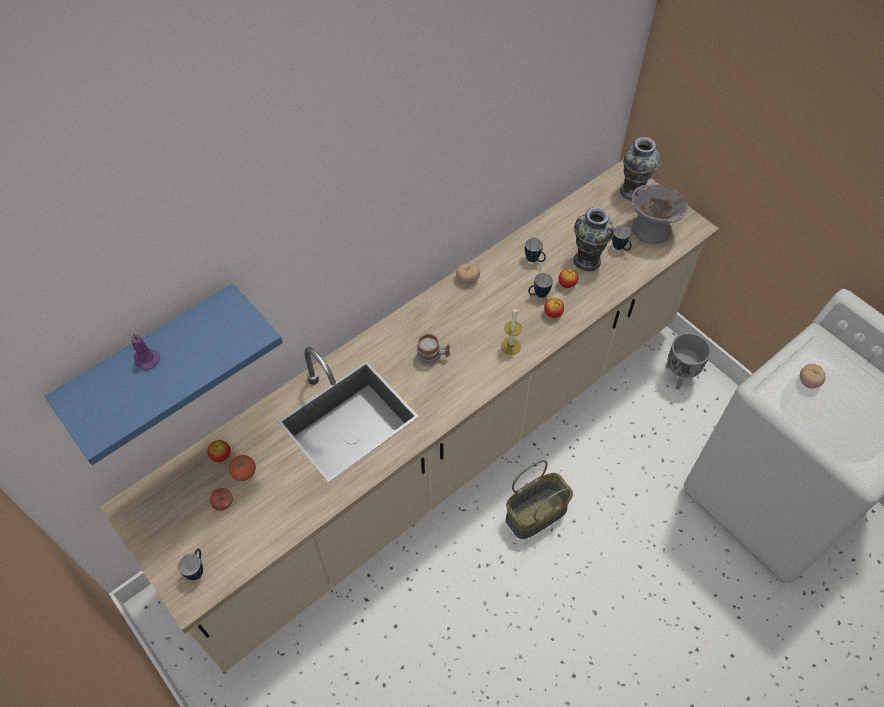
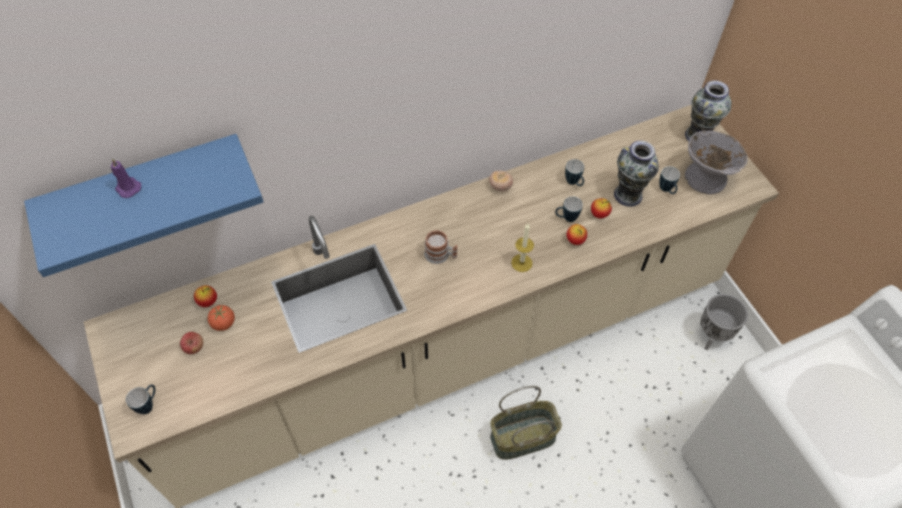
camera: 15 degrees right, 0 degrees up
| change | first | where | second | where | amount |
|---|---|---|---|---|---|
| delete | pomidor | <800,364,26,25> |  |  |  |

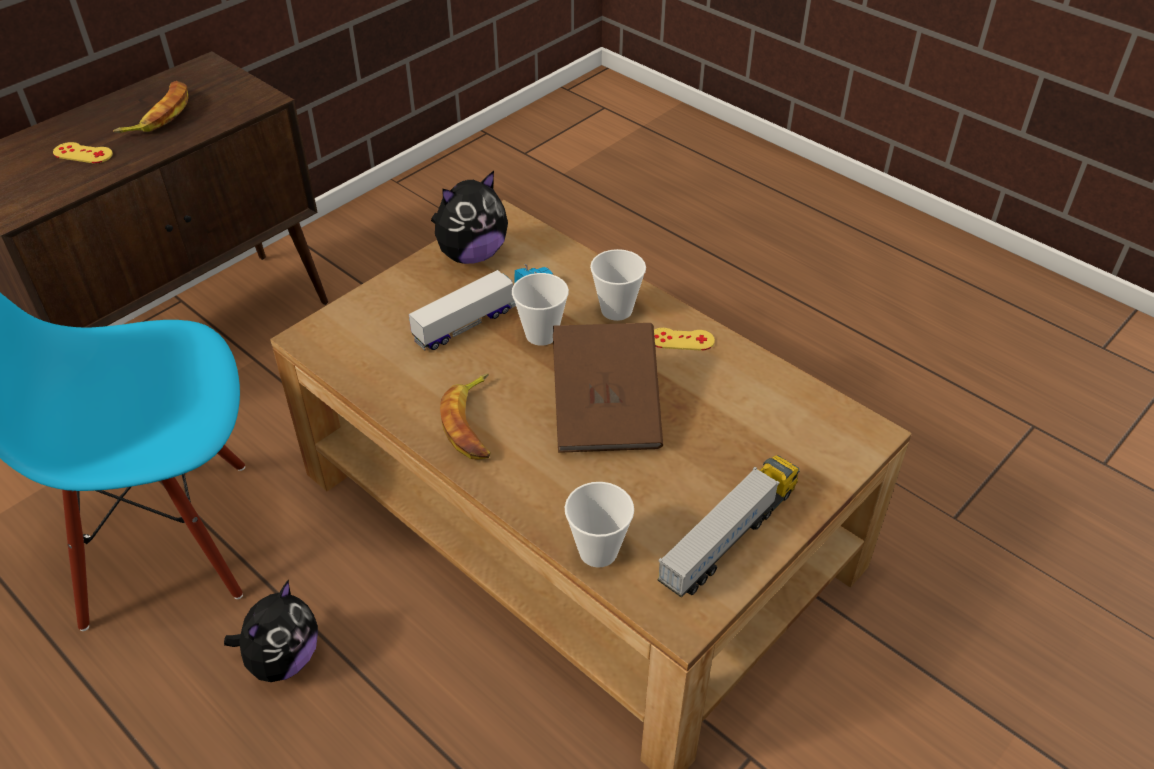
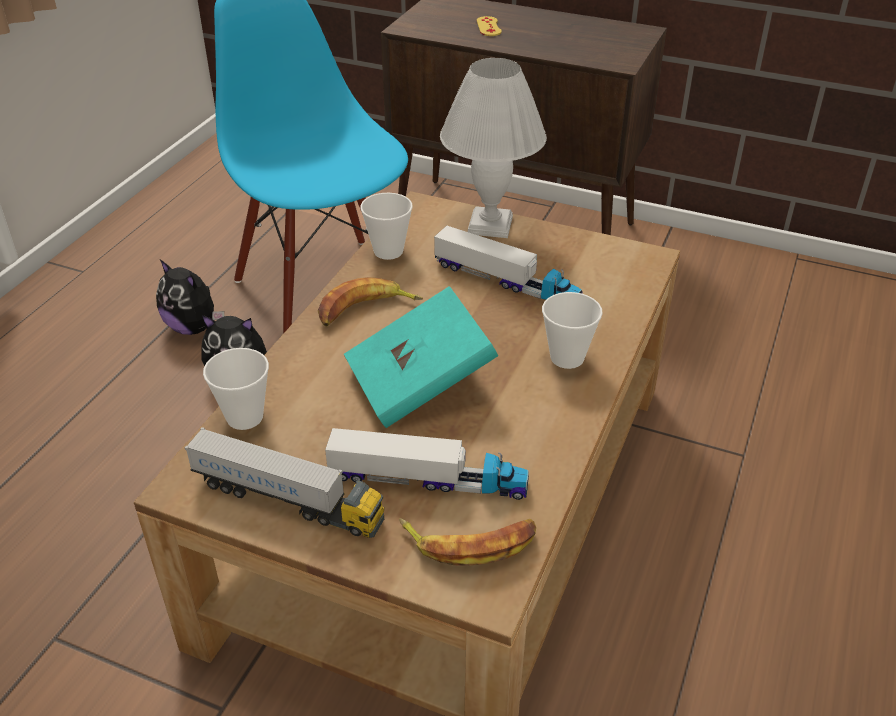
camera: 70 degrees right, 5 degrees down
| change | first | where | second | where | amount |
|---|---|---|---|---|---|
| delete | pad do gier [żółty] | <654,328,61,23> |  |  |  |
| insert |  |  | ciężarówka zabawkowa | <325,428,204,72> |  |
| insert |  |  | lampa stołowa [biały] | <440,58,107,180> |  |
| move | banan | <113,81,76,52> |  | <399,518,137,48> |  |
| move | pluszak | <431,171,77,93> |  | <156,260,68,75> |  |
| move | filiżanka | <512,273,57,73> |  | <360,193,53,67> |  |
| recolor | książka [brązowy] | <553,323,110,130> | książka [turkusowy] | <344,286,154,142> |  |

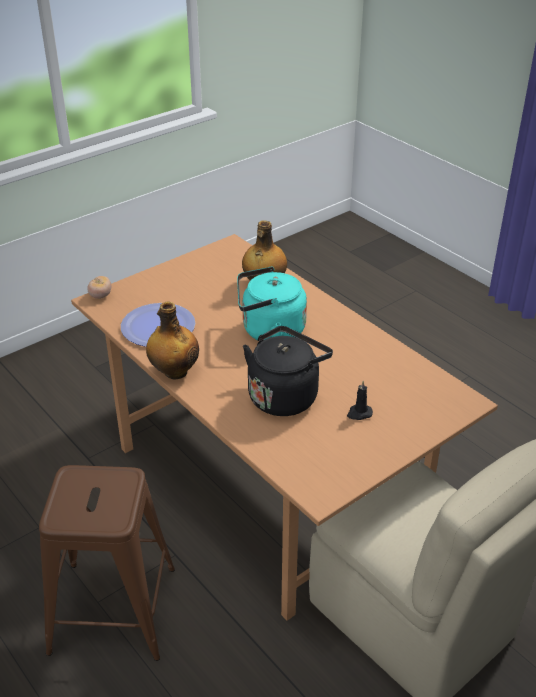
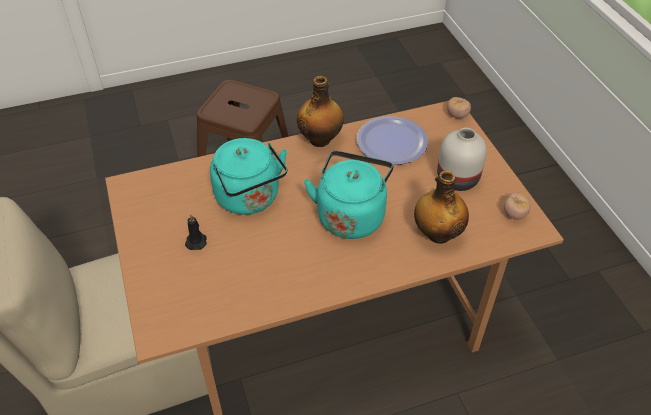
camera: 110 degrees right, 10 degrees up
| change | first | where | second | where | amount |
|---|---|---|---|---|---|
| insert |  |  | wazon [biały] | <437,128,50,63> |  |
| insert |  |  | pomidor | <504,192,26,28> |  |
| recolor | czajnik [czarny] | <243,326,90,90> | czajnik [turkusowy] | <210,138,77,77> |  |

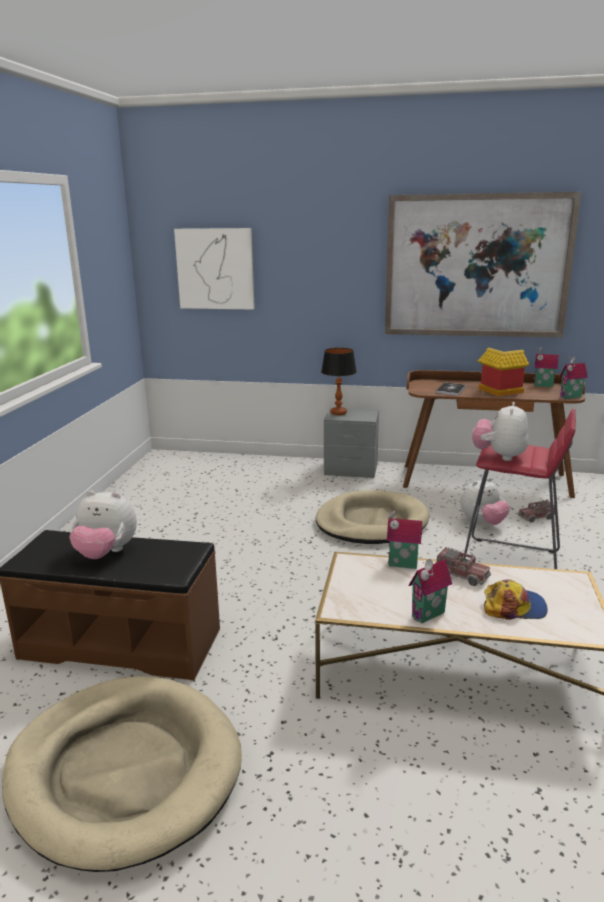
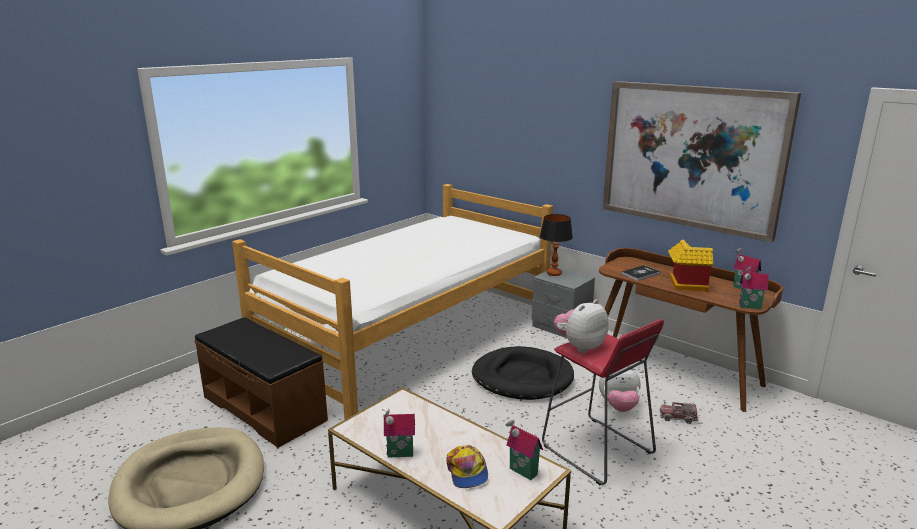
camera: 30 degrees right, 0 degrees up
| change | first | where | second | where | amount |
|---|---|---|---|---|---|
| delete | pluszak | <69,490,68,69> |  |  |  |
| delete | obraz | <174,228,81,81> |  |  |  |
| delete | ciężarówka zabawkowa | <436,547,55,39> |  |  |  |
| insert |  |  | łóżko | <232,184,321,235> |  |
| move | domek | <387,510,35,59> |  | <506,418,37,62> |  |
| recolor | legowisko [beżowy] | <316,490,113,54> | legowisko [czarny] | <472,346,102,54> |  |
| rotate | czapka z daszkiem | <484,580,64,40> |  | <447,445,41,43> | 45 degrees clockwise |

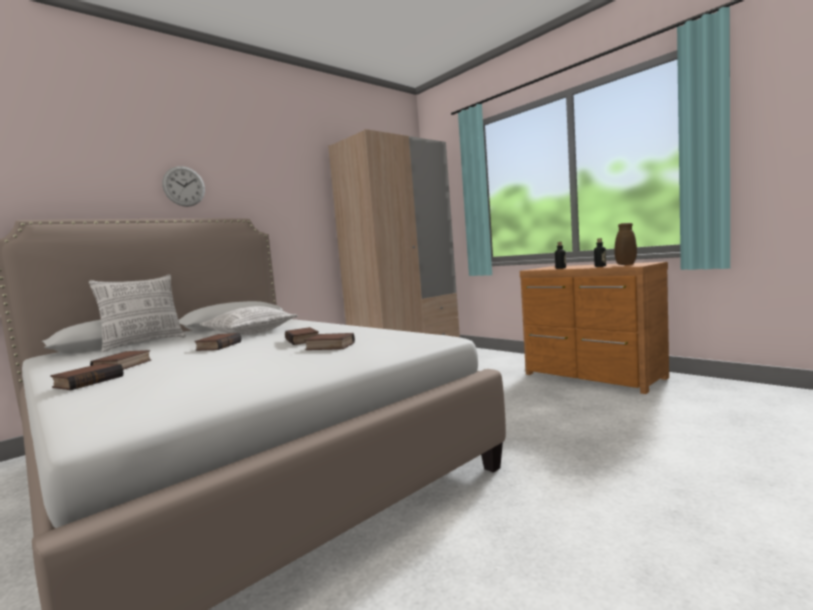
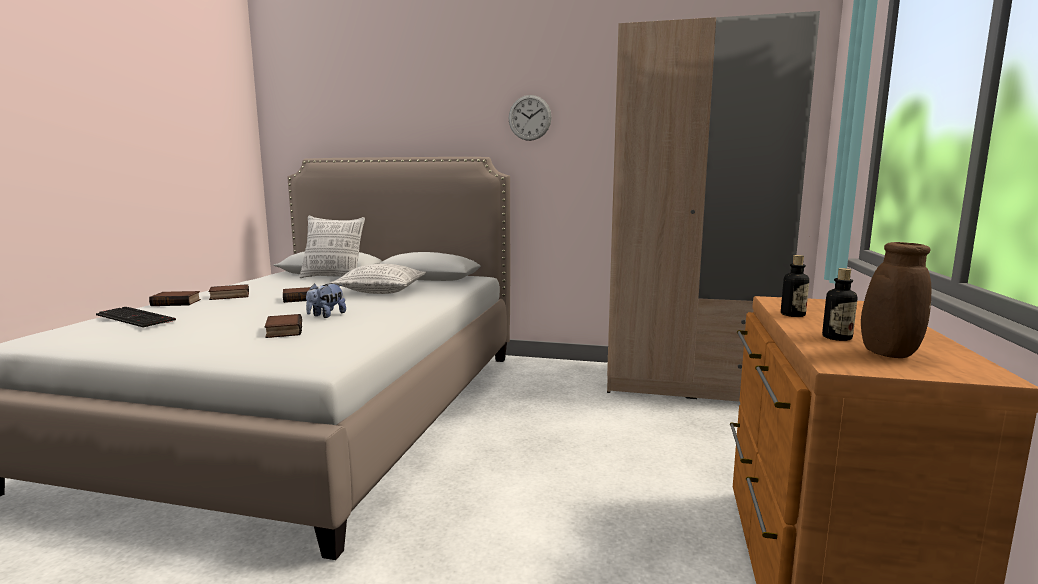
camera: 55 degrees right, 5 degrees up
| change | first | where | second | where | amount |
|---|---|---|---|---|---|
| insert |  |  | klawiatura | <96,307,80,20> |  |
| move | zegar ścienny | <162,166,43,41> |  | <508,95,44,46> |  |
| replace | książka | <285,327,34,18> | pluszak | <306,283,40,35> |  |

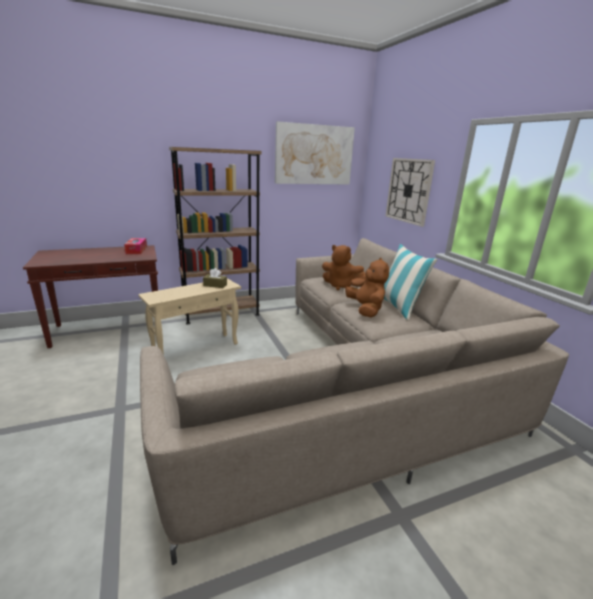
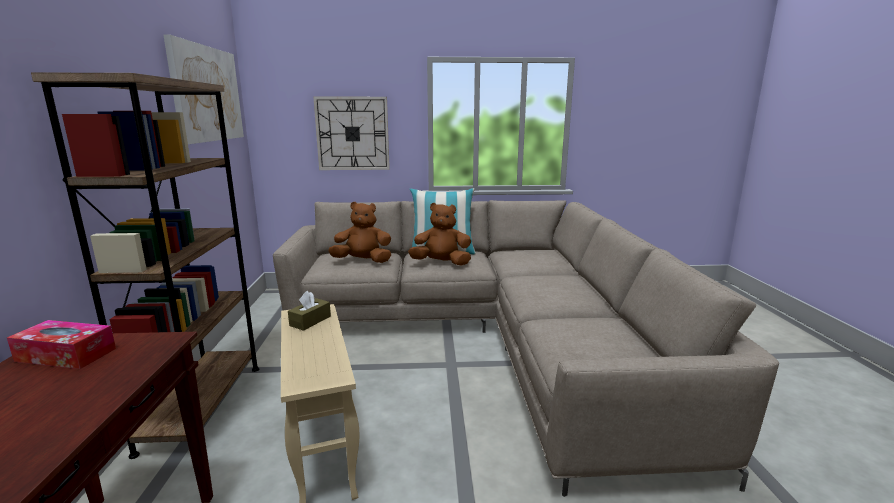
camera: 70 degrees left, 5 degrees down
| change | first | where | second | where | amount |
|---|---|---|---|---|---|
| rotate | pluszak [brązowy] | <322,245,45,45> |  | <328,202,63,61> | 135 degrees counterclockwise |

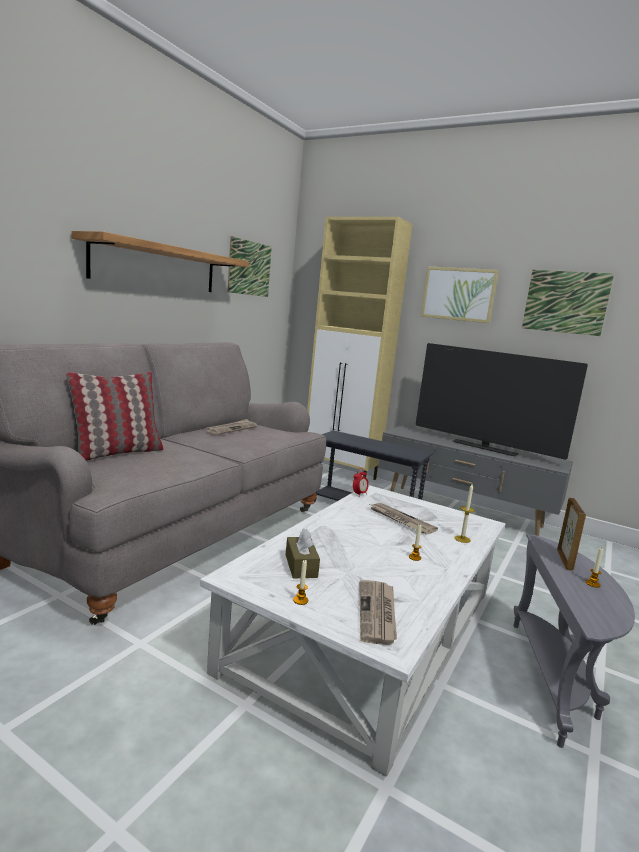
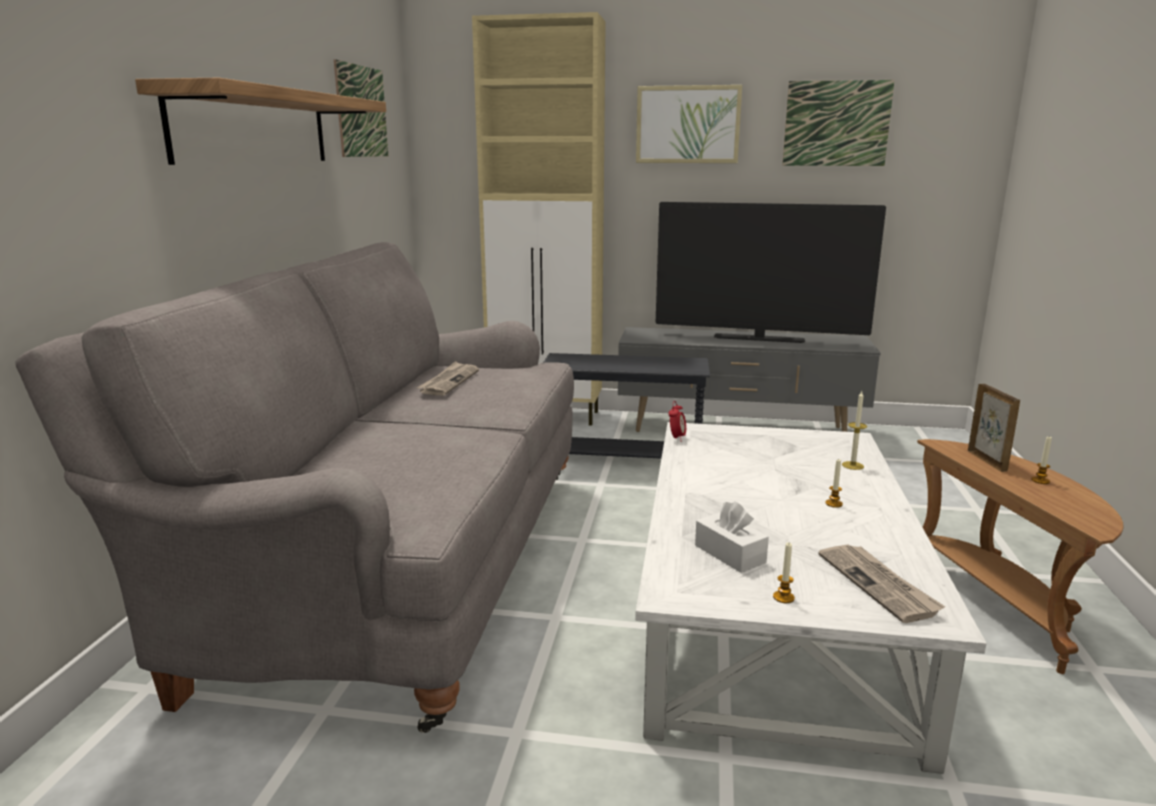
camera: 20 degrees left, 5 degrees up
| change | first | where | second | where | amount |
|---|---|---|---|---|---|
| delete | poduszka | <66,372,97,89> |  |  |  |
| delete | gazeta | <371,503,67,32> |  |  |  |
| recolor | pudełko chusteczek [brązowy] | <286,528,34,51> | pudełko chusteczek [biały] | <695,501,74,72> |  |
| recolor | stolik [szary] | <513,534,122,214> | stolik [brązowy] | <917,439,206,235> |  |

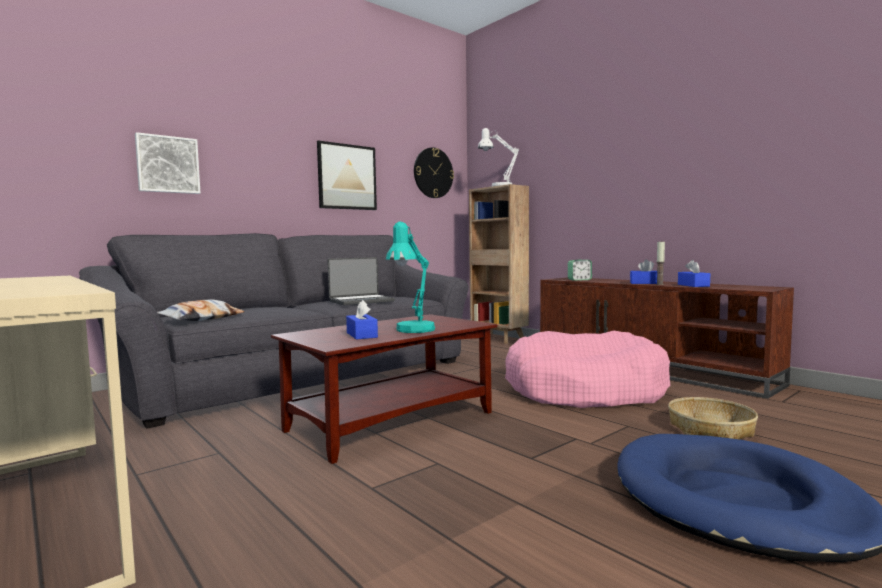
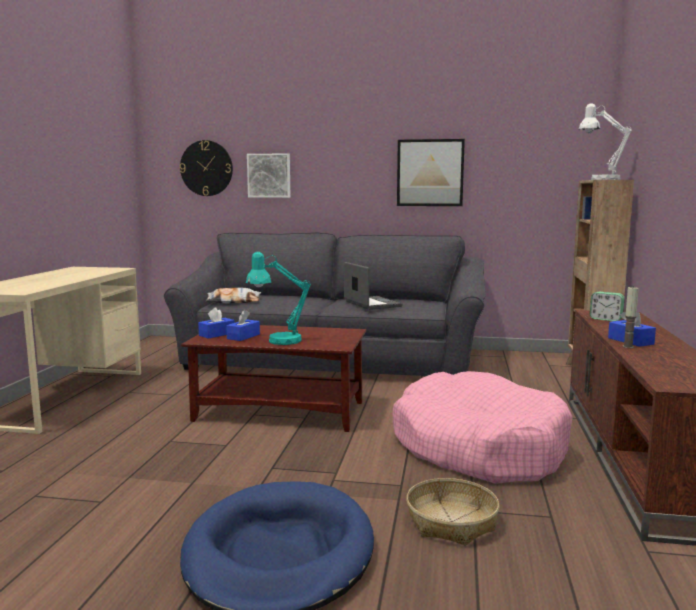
camera: 50 degrees right, 5 degrees up
| change | first | where | second | where | amount |
|---|---|---|---|---|---|
| move | zegar ścienny | <414,147,40,51> |  | <180,140,53,56> |  |
| move | pudełko chusteczek [niebieski] | <678,260,32,27> |  | <198,308,37,31> |  |
| rotate | laptop | <328,257,67,48> |  | <344,262,59,48> | 135 degrees counterclockwise |

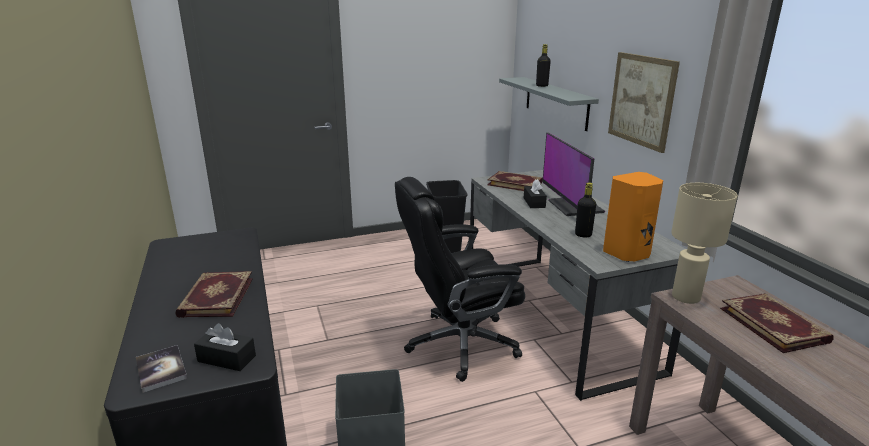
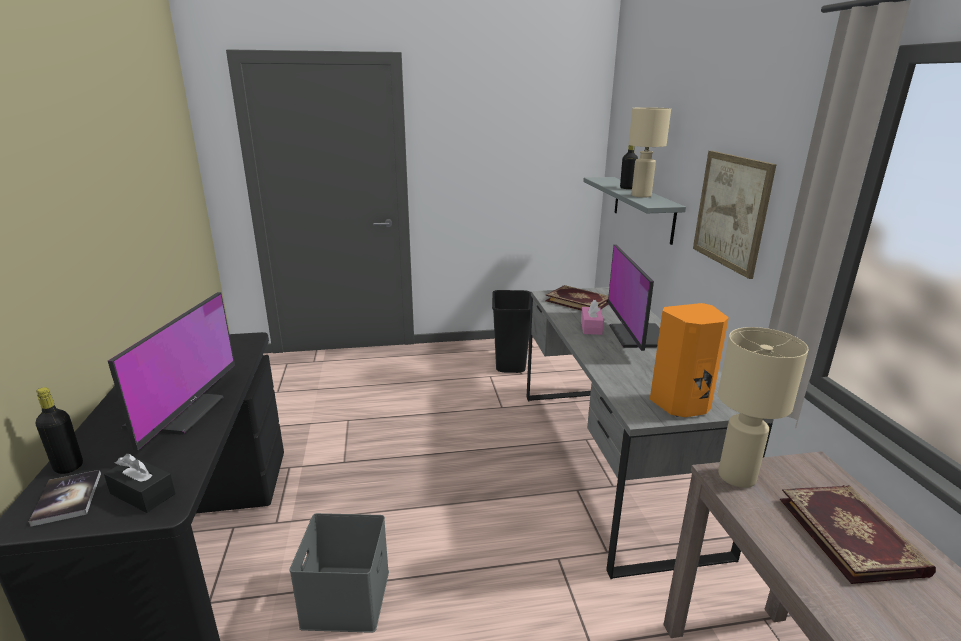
camera: 10 degrees right, 0 degrees up
| change | first | where | second | where | amount |
|---|---|---|---|---|---|
| delete | krzesło biurowe [czarny] | <395,177,130,205> |  |  |  |
| insert |  |  | lampa stołowa [beżowy] | <629,107,42,91> |  |
| move | butelka [czarny] | <575,182,21,56> |  | <36,387,47,87> |  |
| replace | książka | <175,271,78,47> | monitor | <108,292,127,158> |  |
| recolor | pudełko chusteczek [czarny] | <524,179,23,29> | pudełko chusteczek [różowy] | <581,300,23,35> |  |

